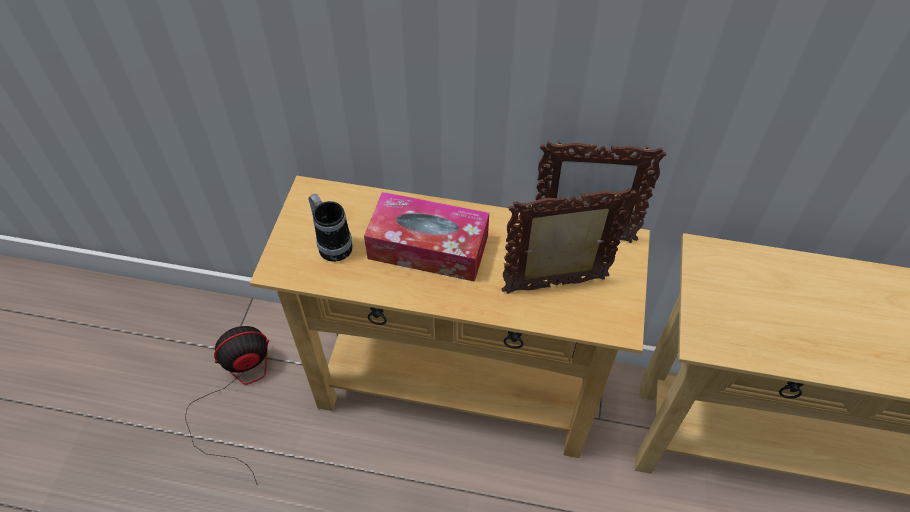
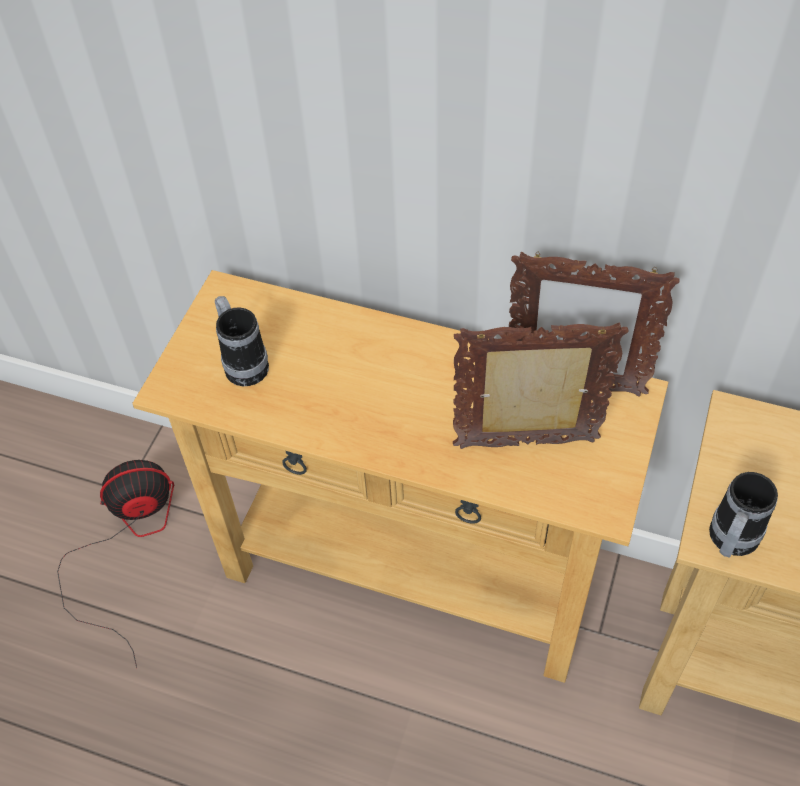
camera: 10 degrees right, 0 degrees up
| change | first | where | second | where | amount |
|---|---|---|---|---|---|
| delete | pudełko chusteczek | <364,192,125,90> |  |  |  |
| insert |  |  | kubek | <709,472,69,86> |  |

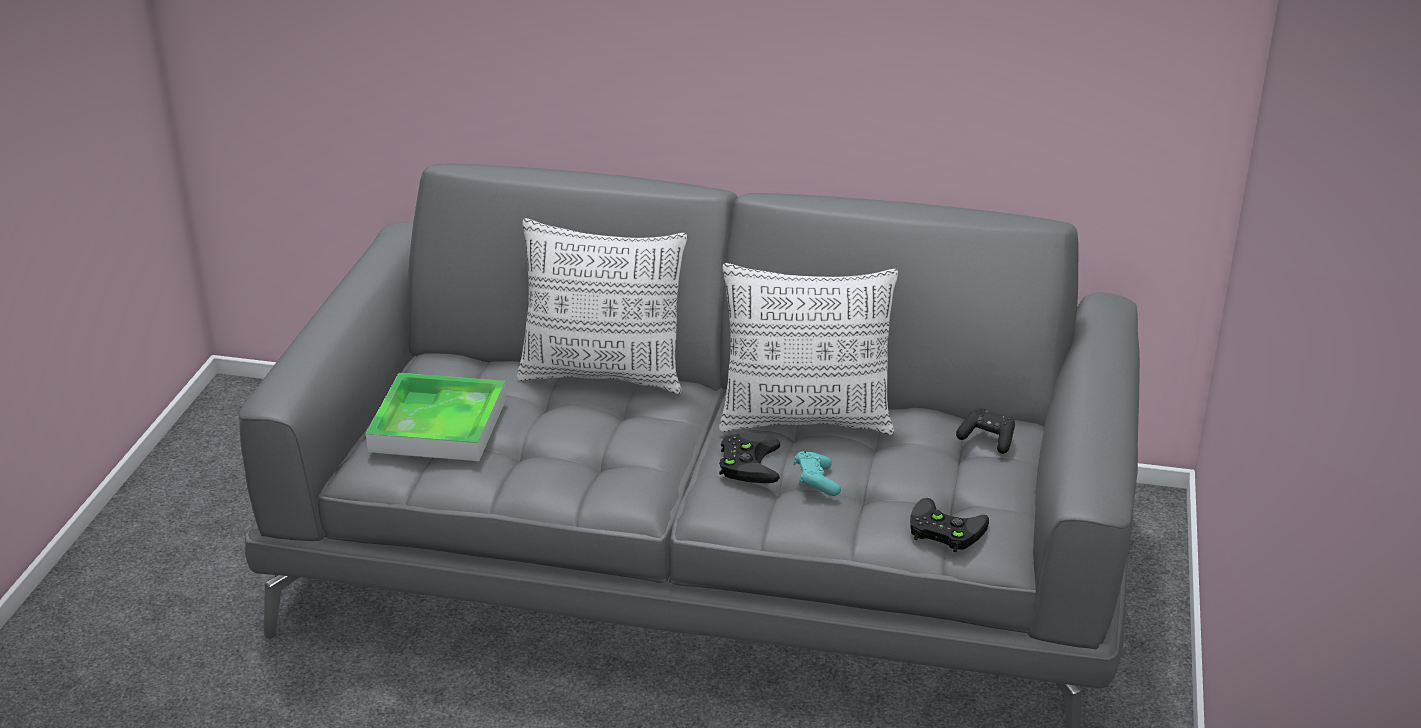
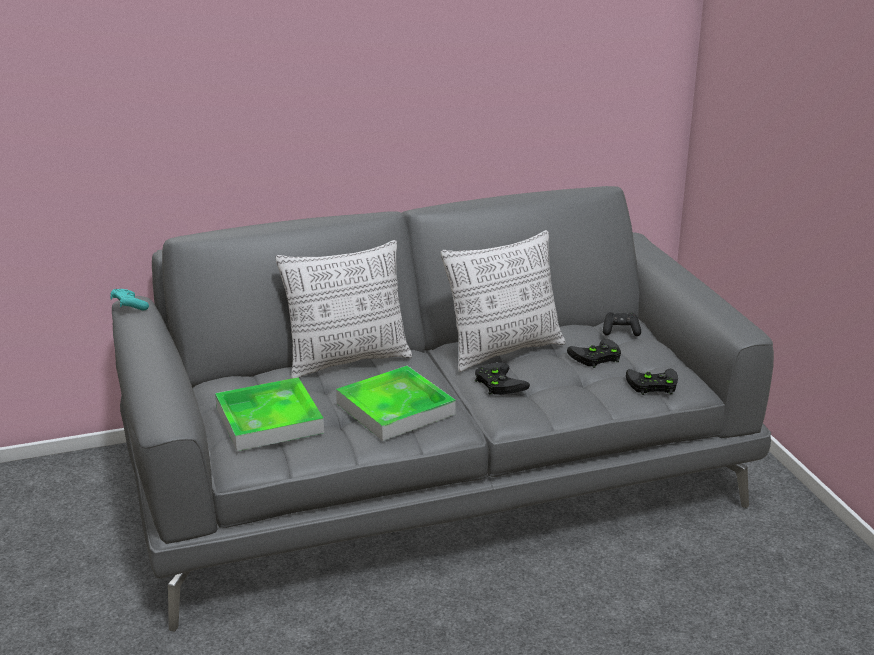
camera: 30 degrees left, 5 degrees down
| change | first | where | second | where | amount |
|---|---|---|---|---|---|
| insert |  |  | taca | <336,366,120,75> |  |
| insert |  |  | pad do gier [czarny] | <567,339,54,29> |  |
| move | pad do gier [turkusowy] | <793,451,48,45> |  | <110,289,39,21> |  |

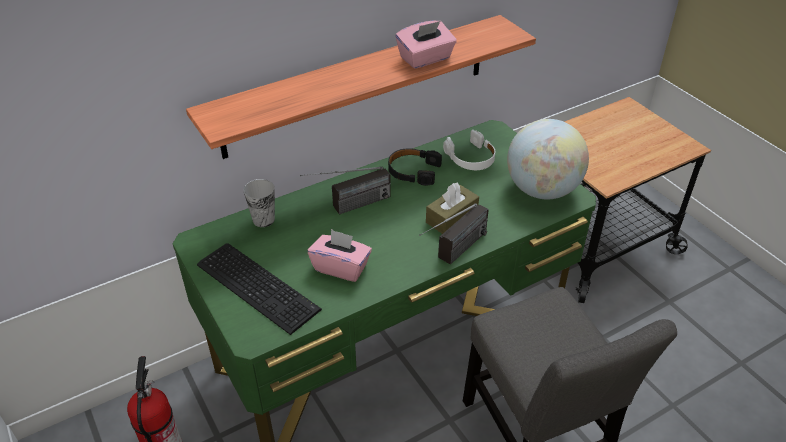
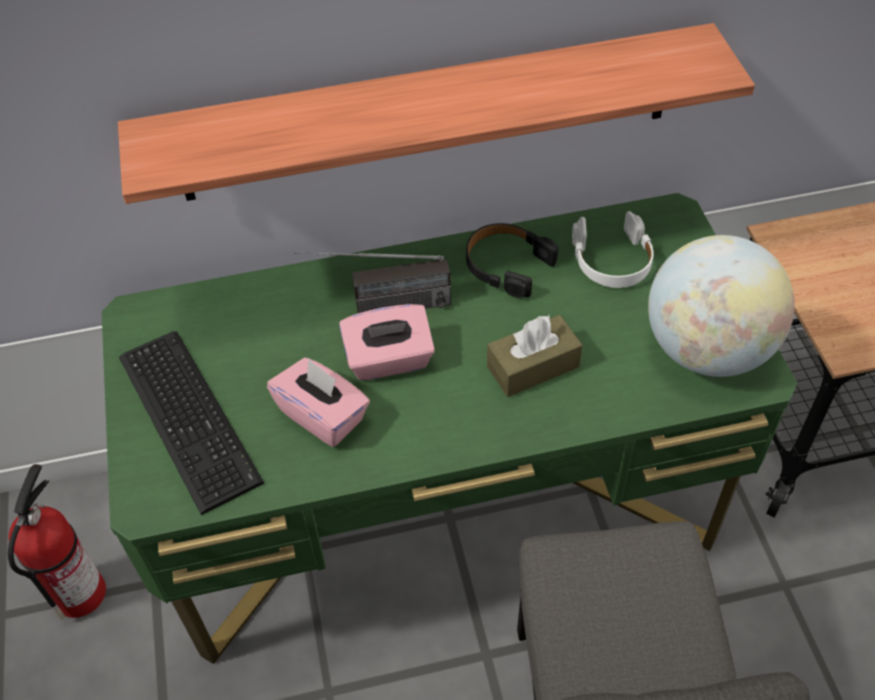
camera: 20 degrees right, 10 degrees up
| change | first | where | second | where | amount |
|---|---|---|---|---|---|
| delete | filiżanka | <243,179,32,48> |  |  |  |
| delete | radio | <419,204,70,61> |  |  |  |
| move | pudełko chusteczek [różowy] | <395,20,62,49> |  | <339,304,96,77> |  |

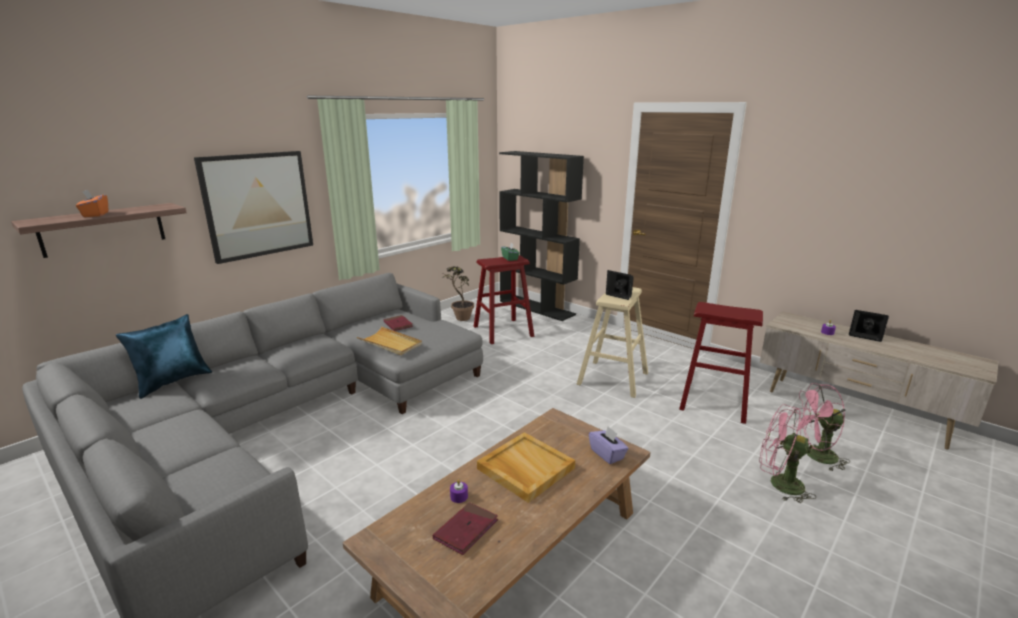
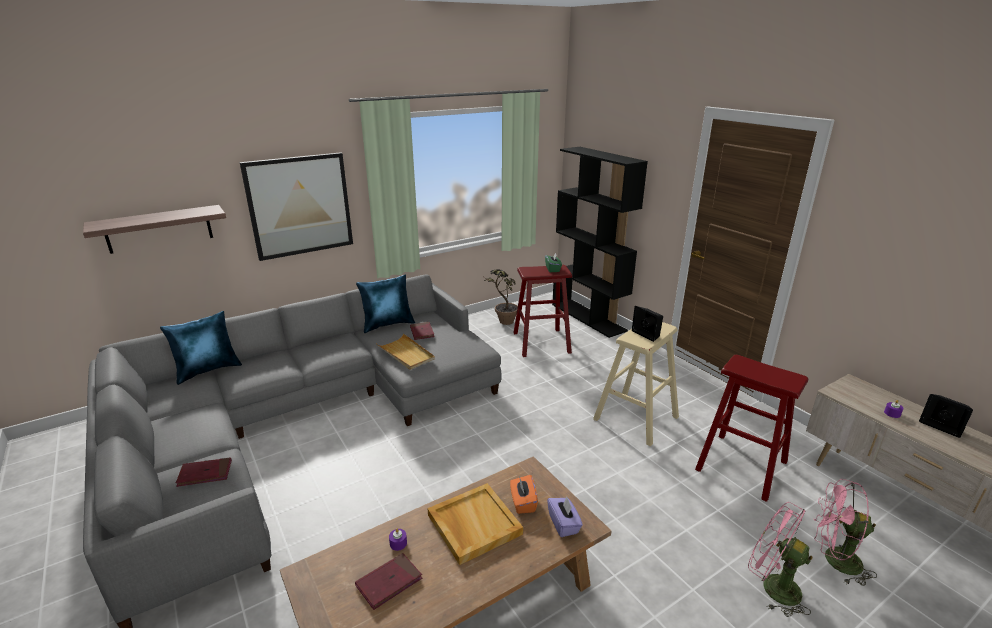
camera: 15 degrees right, 5 degrees up
| change | first | where | second | where | amount |
|---|---|---|---|---|---|
| insert |  |  | książka [czerwony] | <176,457,56,30> |  |
| insert |  |  | poduszka [niebieski] | <356,275,59,58> |  |
| move | pudełko chusteczek [pomarańczowy] | <76,189,32,28> |  | <510,475,28,39> |  |

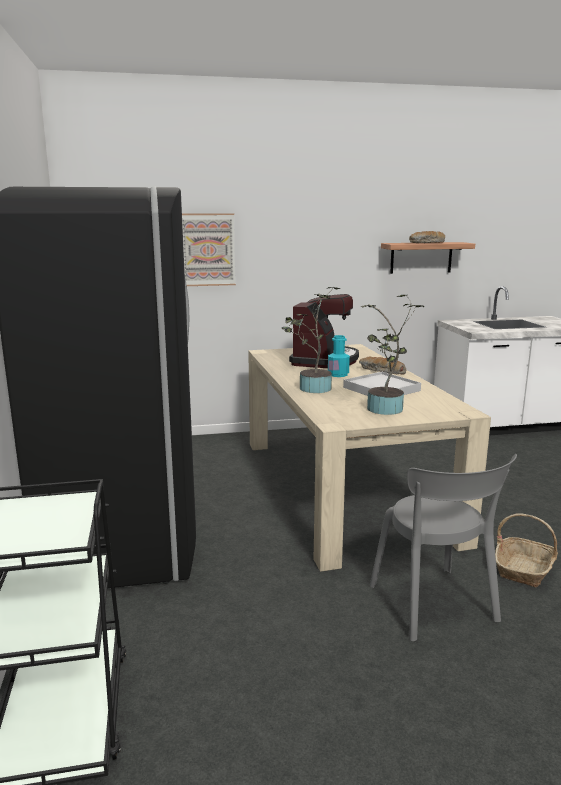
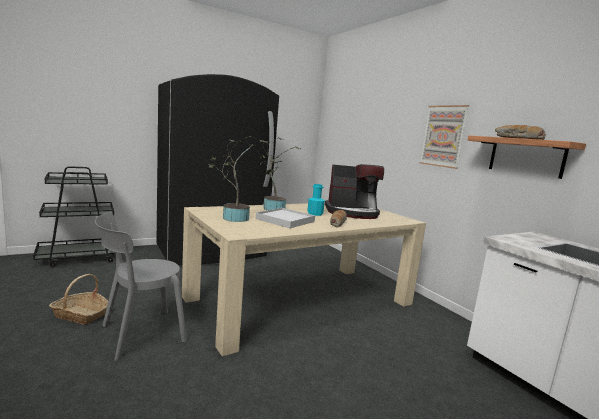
camera: 70 degrees right, 5 degrees down
| change | first | where | second | where | amount |
|---|---|---|---|---|---|
| move | obraz | <182,213,54,73> |  | <420,105,49,64> |  |
| move | koszyk | <495,513,63,75> |  | <49,274,59,50> |  |

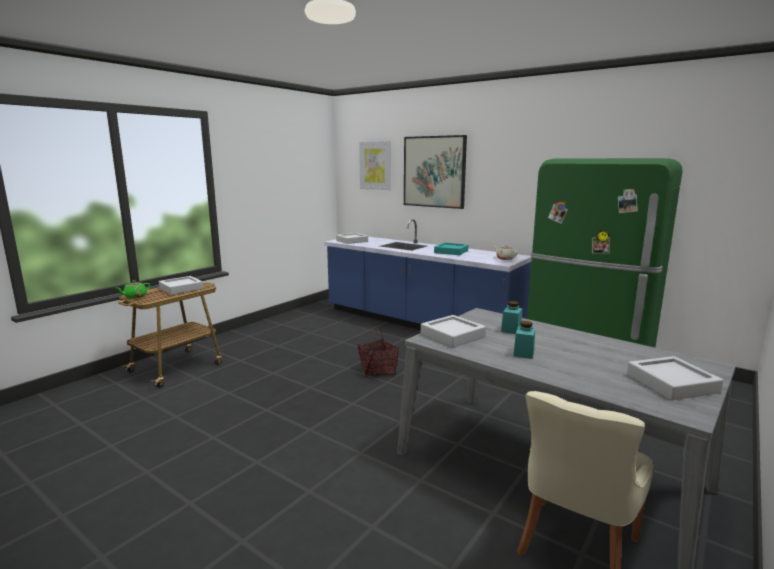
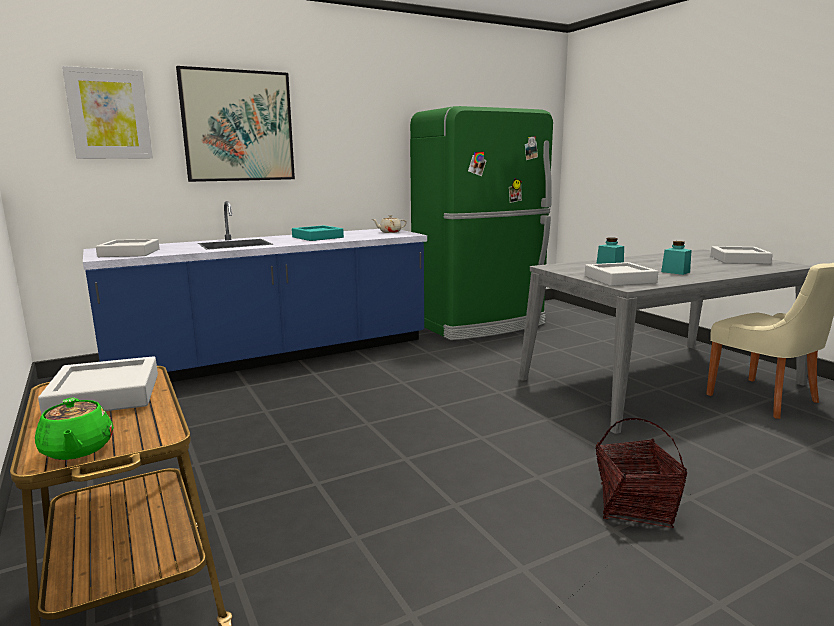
camera: 65 degrees left, 0 degrees up
| change | first | where | second | where | amount |
|---|---|---|---|---|---|
| move | koszyk | <358,327,41,50> |  | <595,418,93,110> |  |

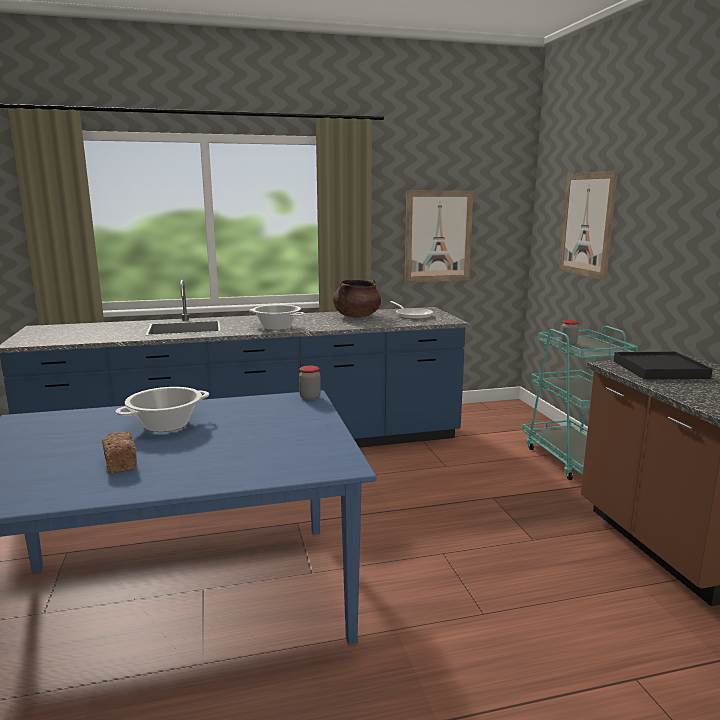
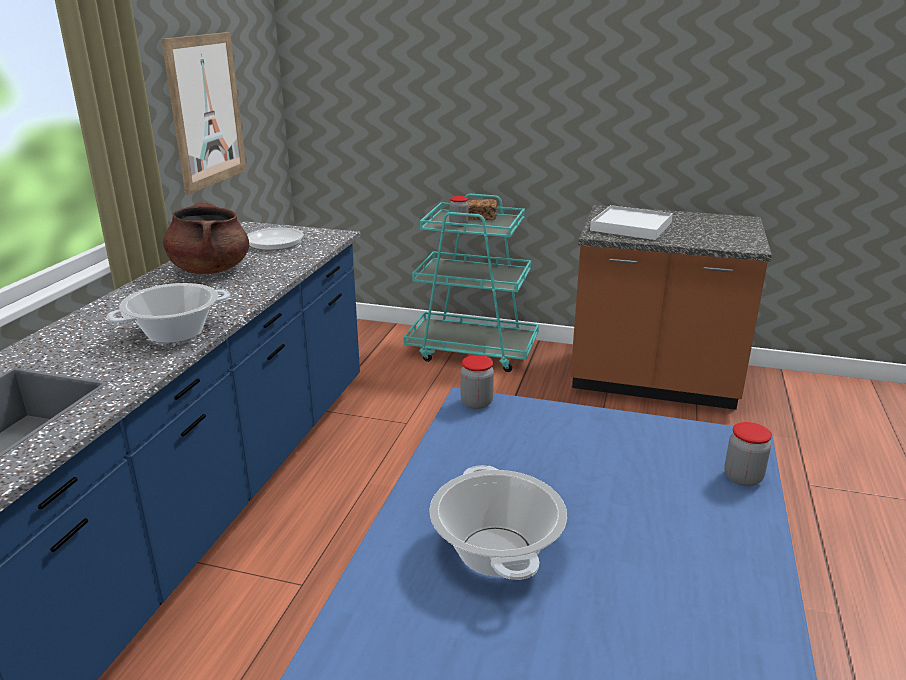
camera: 60 degrees left, 10 degrees up
| change | first | where | second | where | amount |
|---|---|---|---|---|---|
| delete | obraz | <559,171,59,109> |  |  |  |
| insert |  |  | słoik | <724,422,48,64> |  |
| move | chleb | <102,432,35,41> |  | <467,199,30,21> |  |
| recolor | taca [czarny] | <614,352,99,28> | taca [biały] | <590,205,83,35> |  |

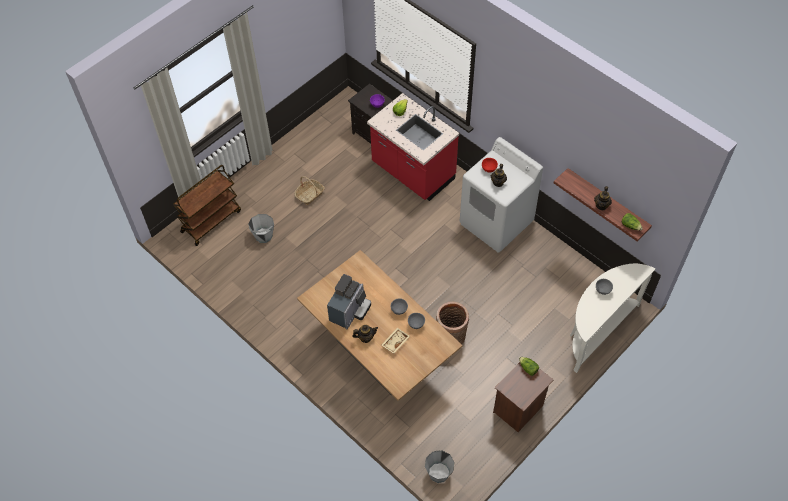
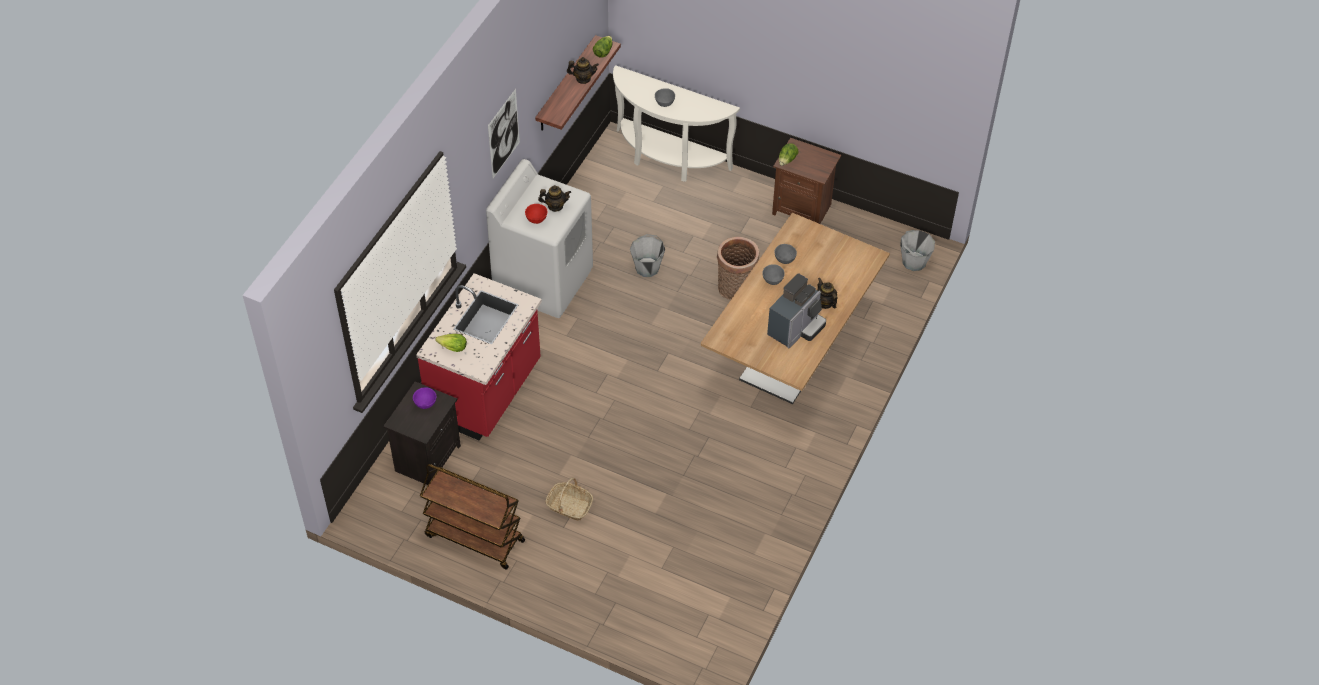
camera: 110 degrees left, 5 degrees down
| change | first | where | second | where | amount |
|---|---|---|---|---|---|
| delete | taca [beżowy] | <381,327,29,27> |  |  |  |
| insert |  |  | obraz | <488,89,32,89> |  |
| move | wózek [brązowy] | <173,165,68,81> |  | <420,464,105,105> |  |
| move | wiadro [szary] | <248,214,26,29> |  | <630,234,35,43> |  |
| rotate | ekspres do kawy | <327,274,44,55> |  | <767,273,59,75> | 120 degrees clockwise |

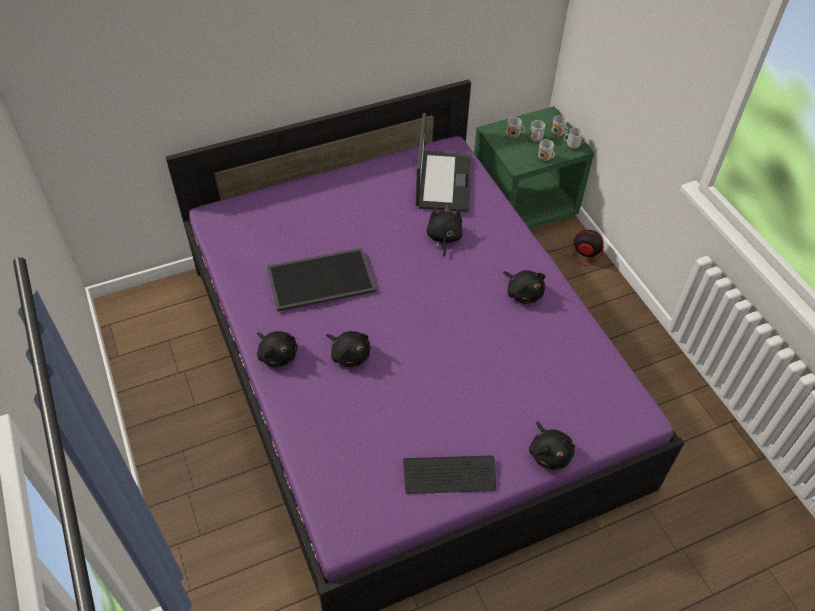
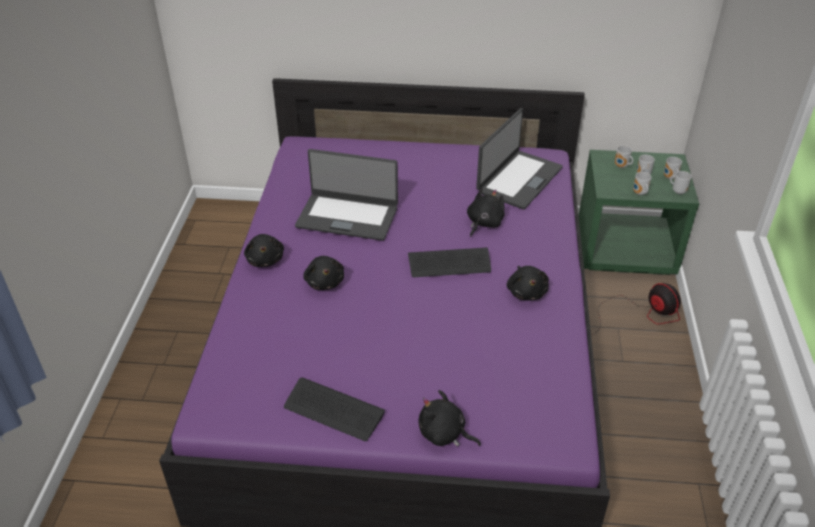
camera: 30 degrees right, 10 degrees down
| change | first | where | second | where | amount |
|---|---|---|---|---|---|
| insert |  |  | klawiatura | <408,248,83,29> |  |
| replace | taca | <267,248,109,64> | laptop | <295,149,103,92> |  |
| rotate | pluszak [czarny] | <529,421,46,49> |  | <419,390,62,57> | 105 degrees clockwise |

